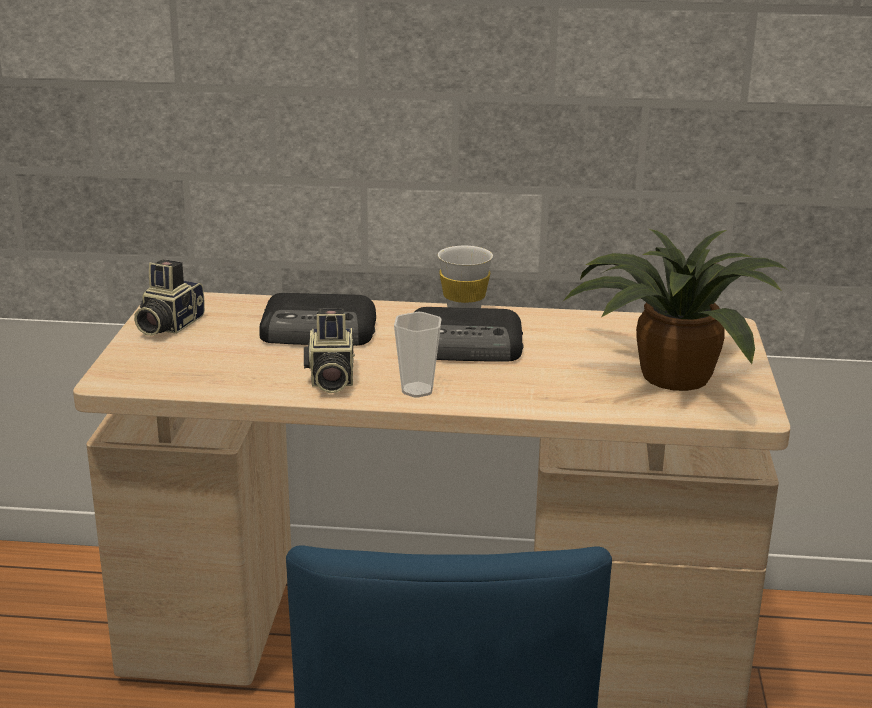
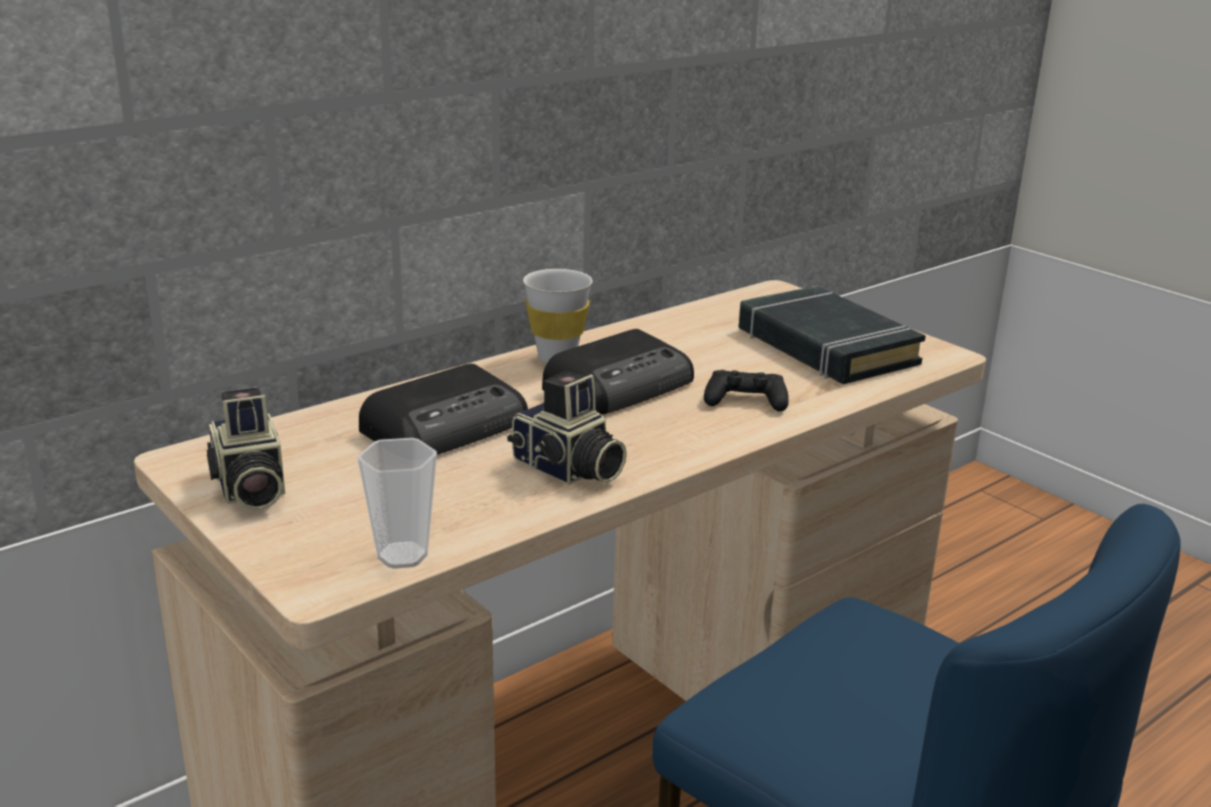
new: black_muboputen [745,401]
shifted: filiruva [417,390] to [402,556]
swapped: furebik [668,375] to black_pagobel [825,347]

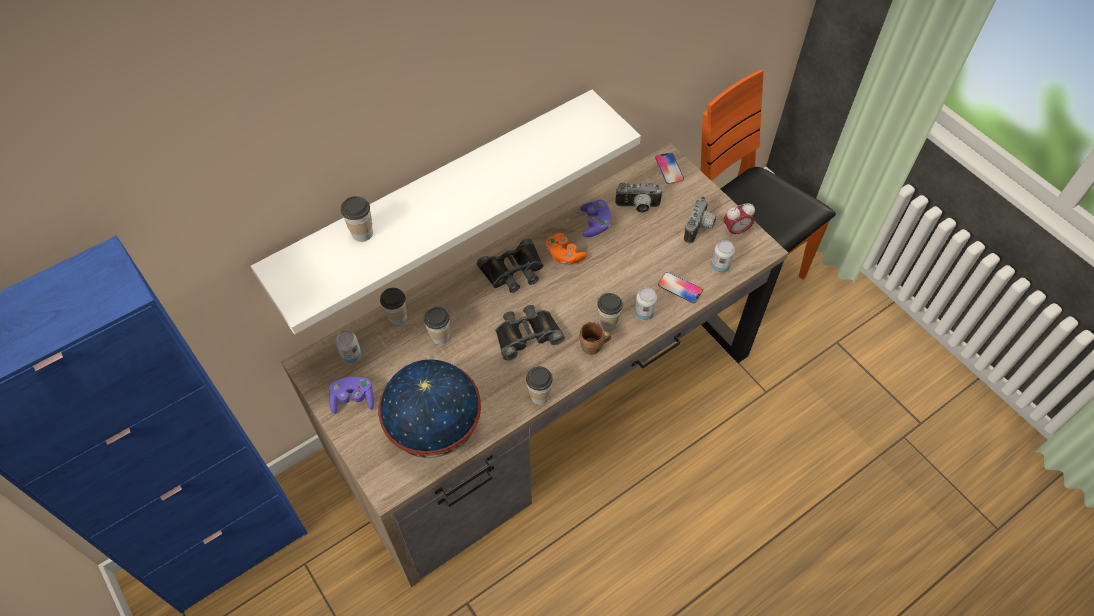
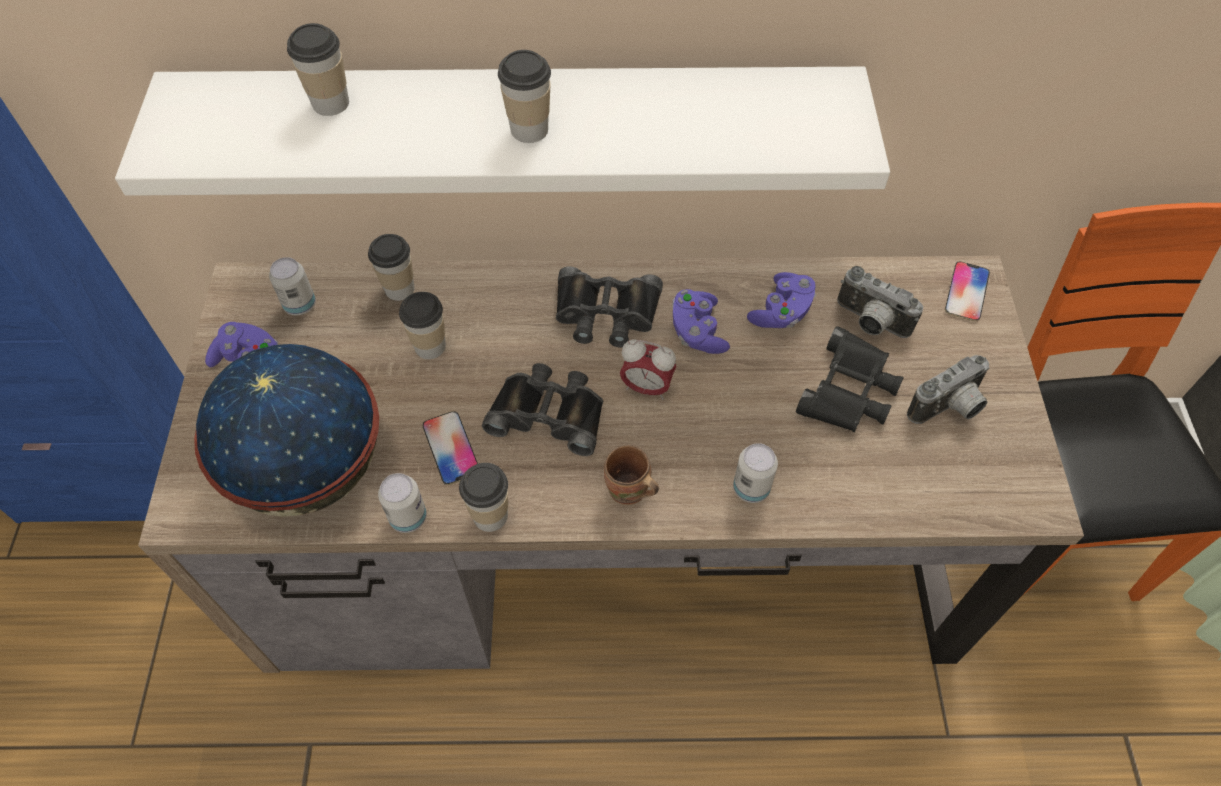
new: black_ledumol [850,390]
shifted: filiruva [608,322] to [529,129]; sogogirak [680,288] to [451,448]; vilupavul [720,266] to [408,517]; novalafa [735,230] to [646,387]
repainted: orange_muboputen [564,255] to purple_muboputen [697,331]

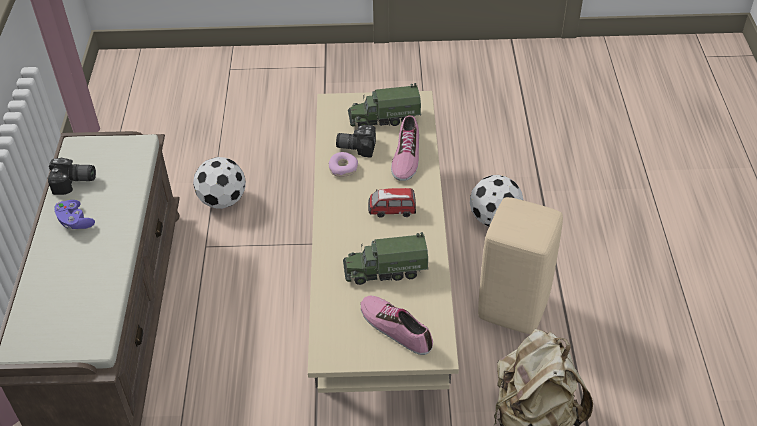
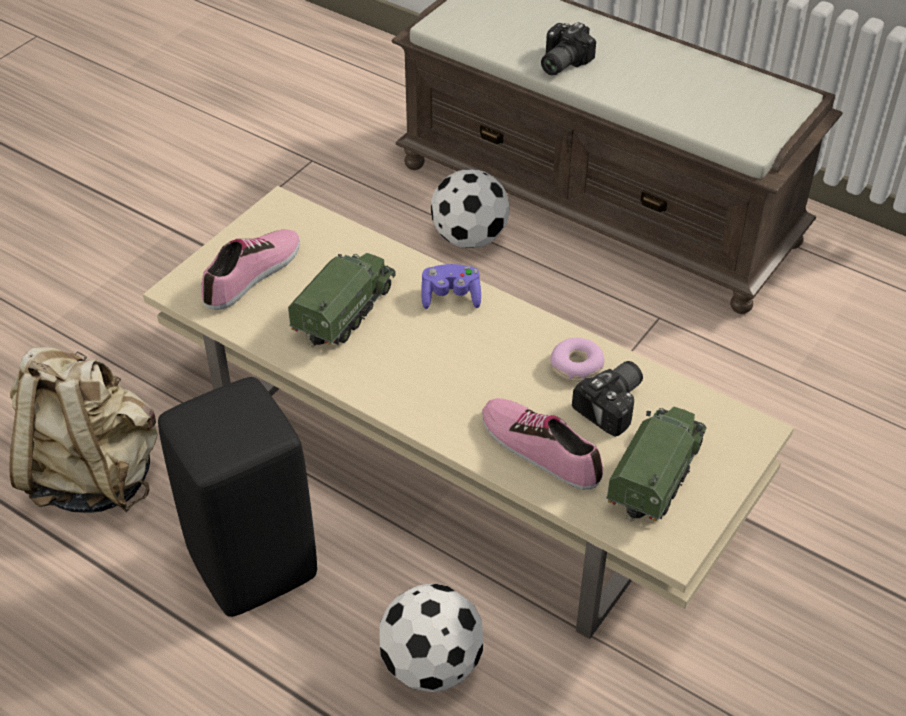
gone: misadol [392,211]
shifted: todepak [74,183] to [560,63]; purple_muboputen [75,221] to [451,297]; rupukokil [223,200] to [469,238]
repainted: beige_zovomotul [515,307] to black_zovomotul [252,568]
rotated: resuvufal [396,328] = [253,274] 45 degrees counterclockwise

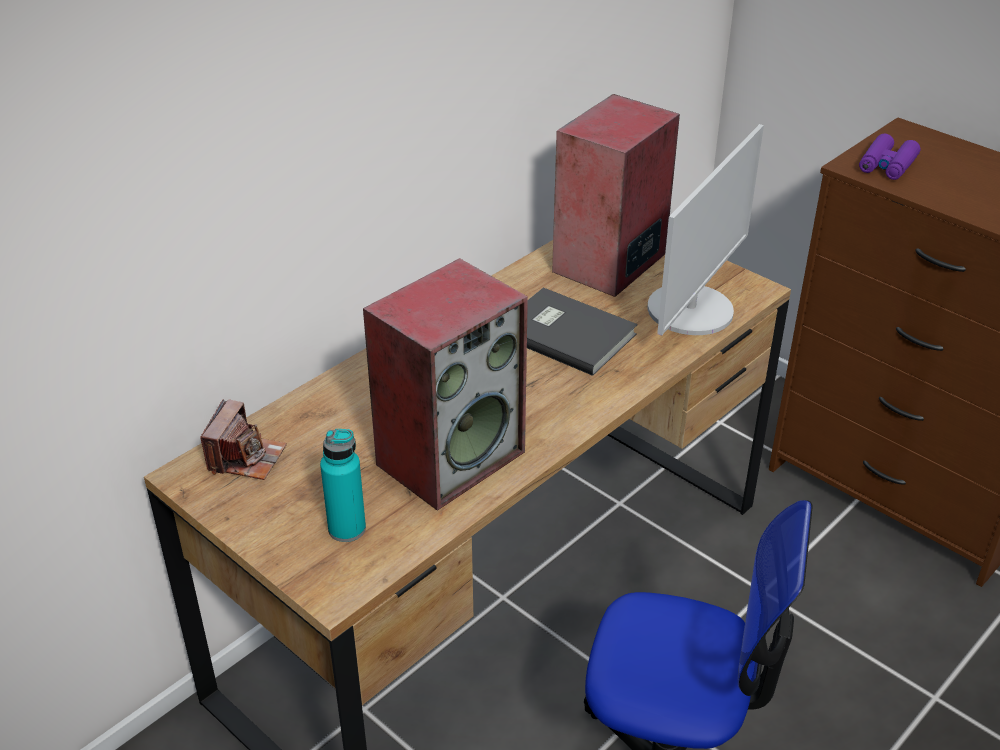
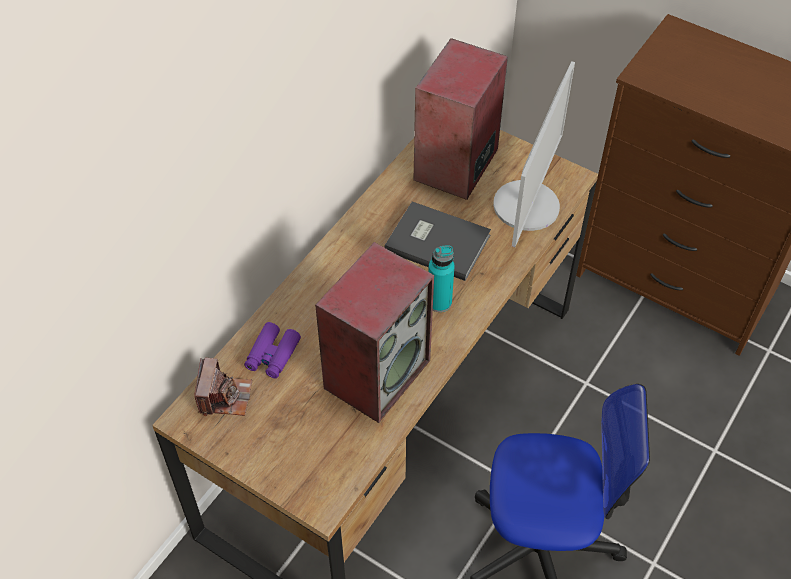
shifted: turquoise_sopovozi [347,529] to [439,302]; purple_ledumol [887,165] to [272,355]

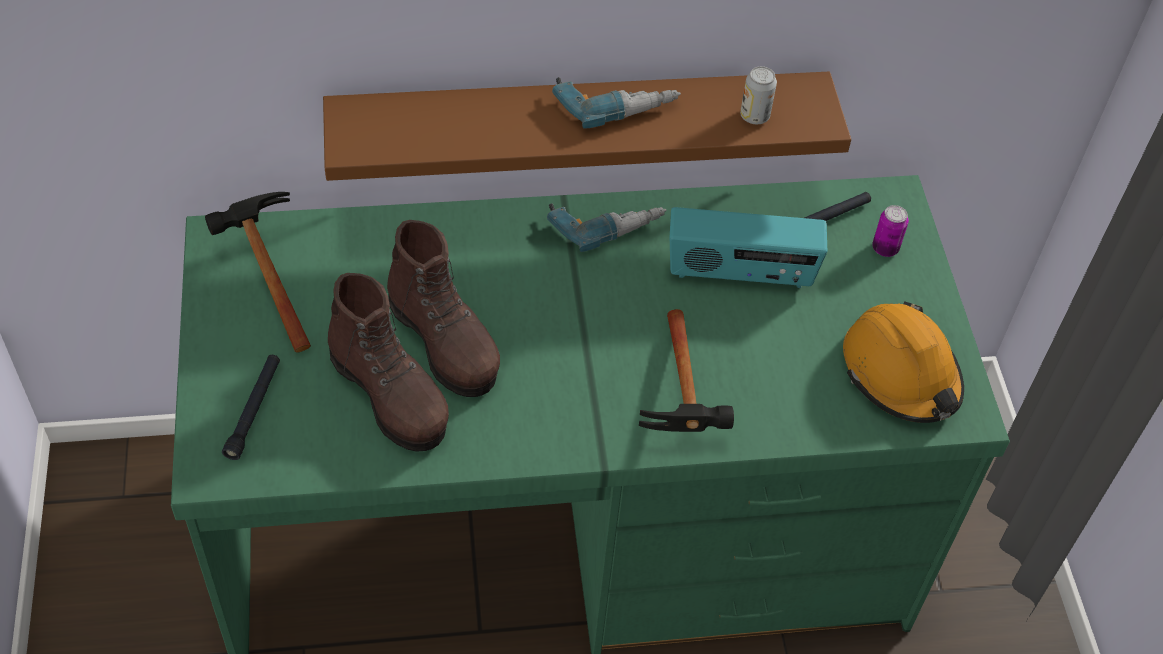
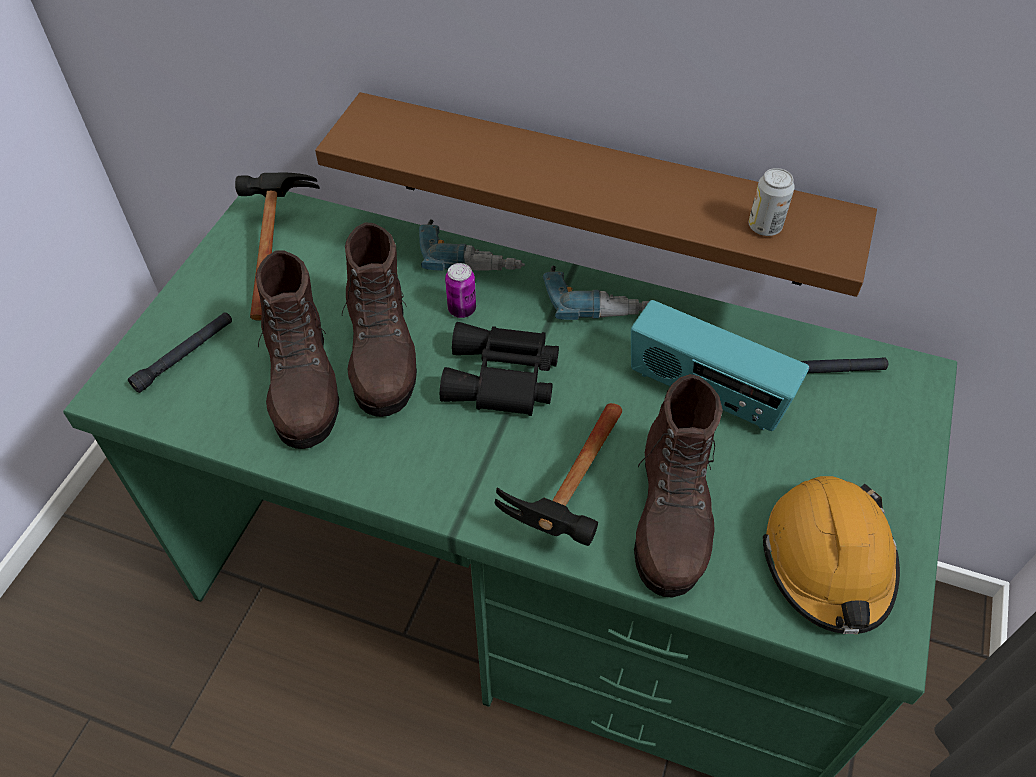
new: black_ledumol [502,380]; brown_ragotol [671,518]
shifted: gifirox [615,102] to [471,255]; vilupavul [885,248] to [462,309]

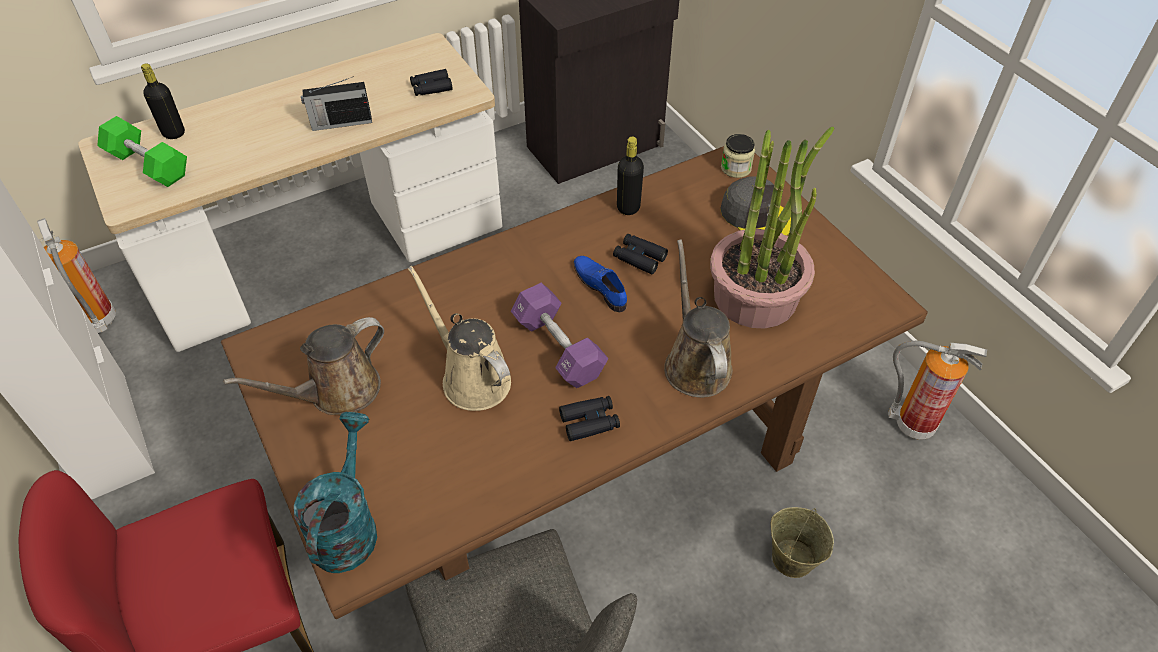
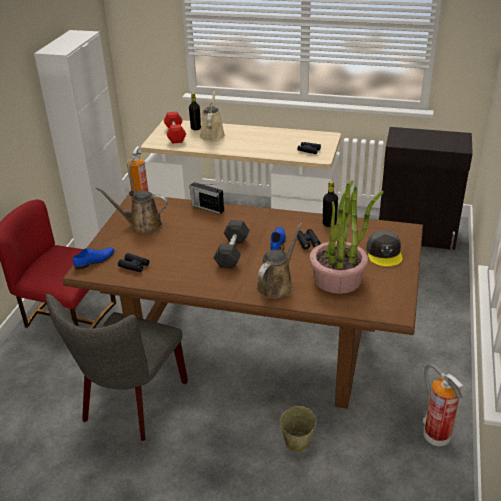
gone: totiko [736,168]
shifted: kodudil [340,123] to [207,207]; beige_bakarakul [471,377] to [212,134]; black_ledumol [589,422] to [134,266]
swapped: turquoise_bakarakul [347,525] to blue_resuvufal [95,260]
repainted: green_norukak [148,165] to red_norukak [175,134]; purple_norukak [558,348] to black_norukak [232,252]

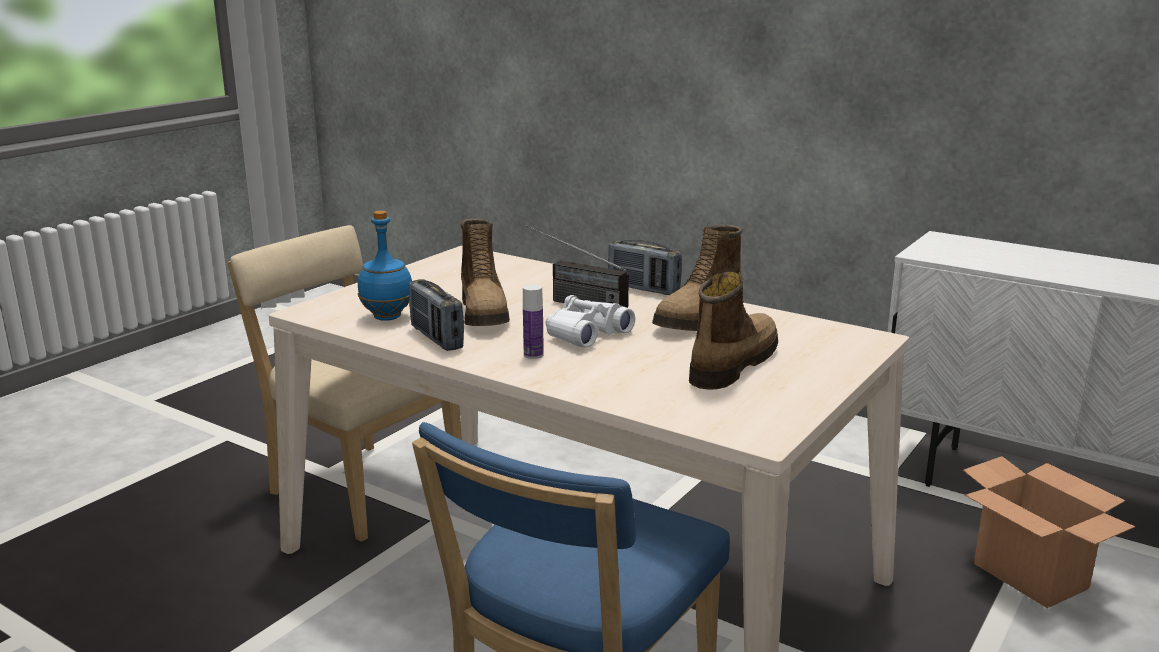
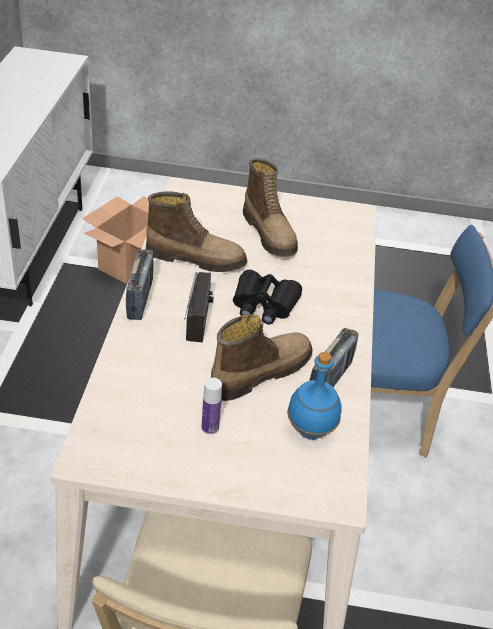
shifted: sopovozi [533,355] to [210,428]
repainted: white_ledumol [586,334] to black_ledumol [264,305]
rotated: ragotol [731,365] = [270,234] 120 degrees counterclockwise

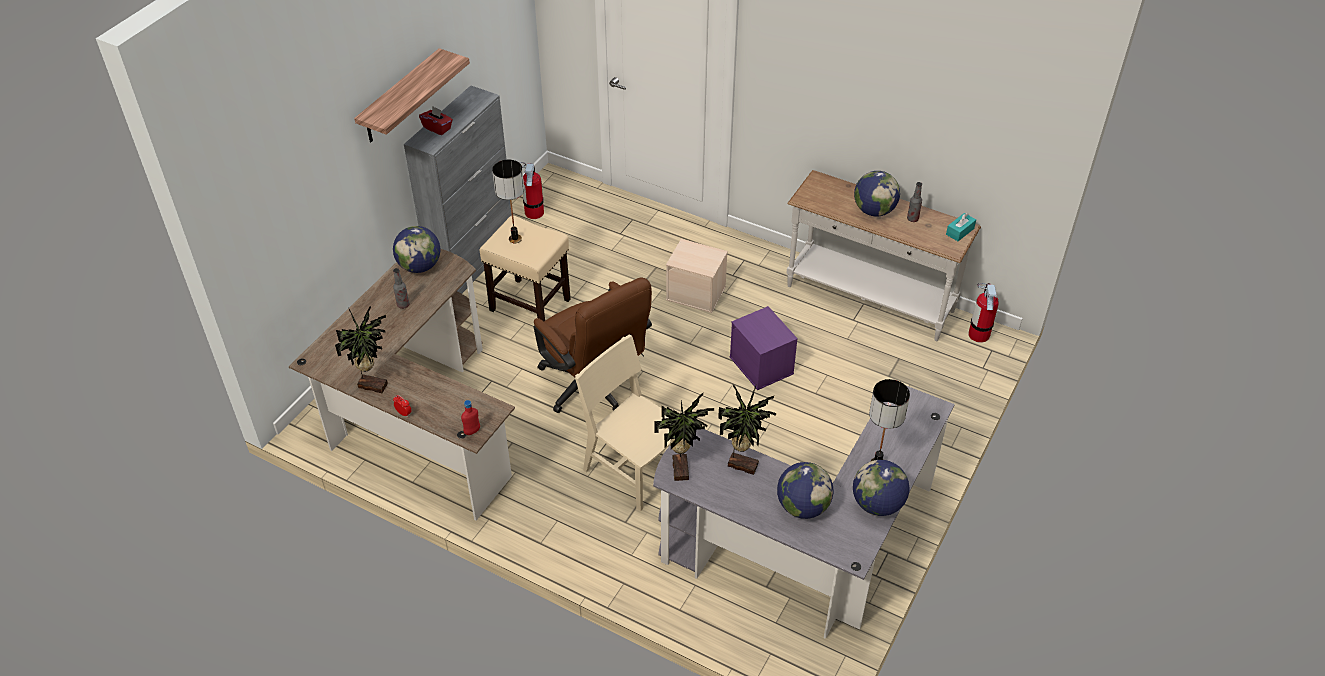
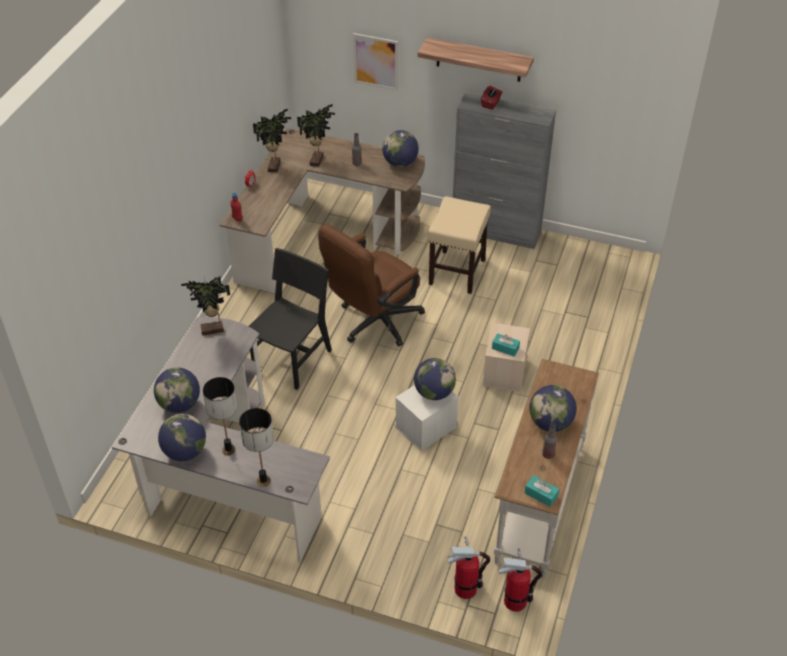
new: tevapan [375,61]; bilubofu [434,392]; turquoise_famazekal [505,348]
shifted: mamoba [515,239] to [264,481]; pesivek [534,212] to [465,588]; furebik [742,464] to [318,160]
repainted: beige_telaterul [634,470] to black_telaterul [292,359]; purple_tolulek [762,365] to white_tolulek [425,428]

